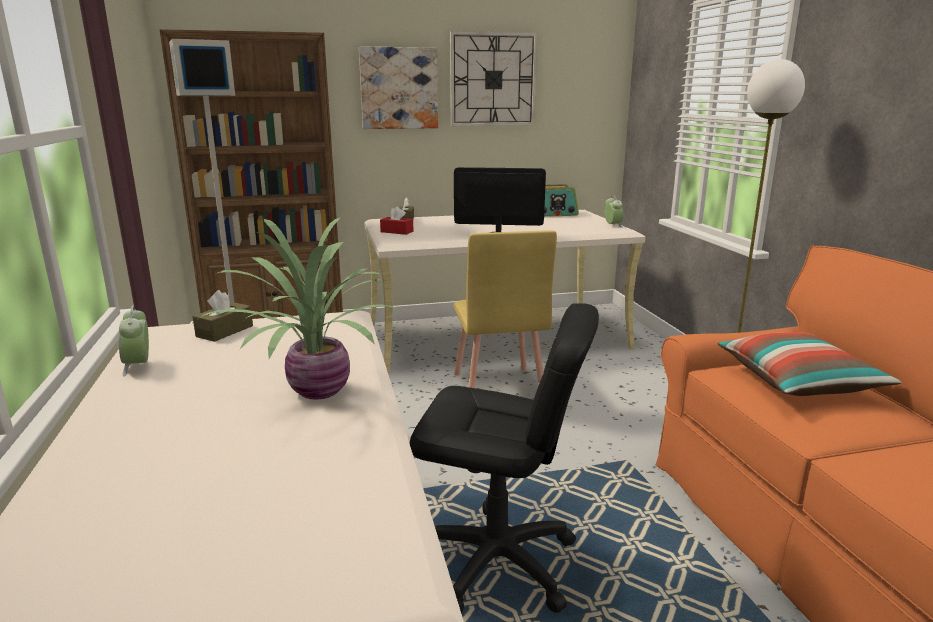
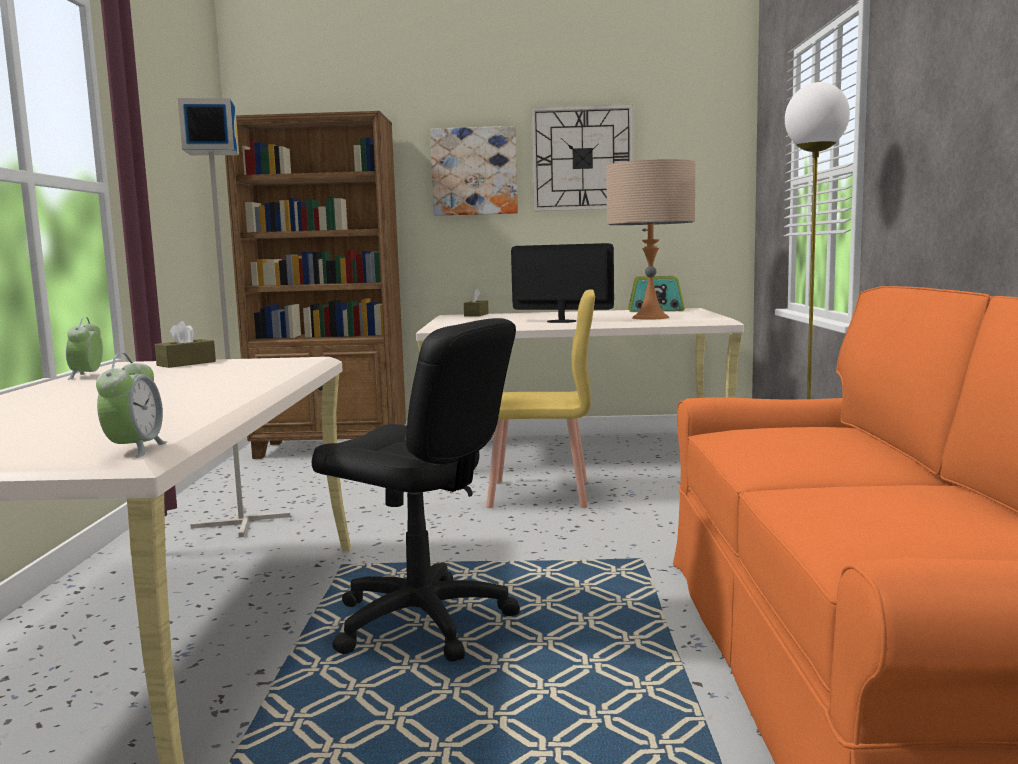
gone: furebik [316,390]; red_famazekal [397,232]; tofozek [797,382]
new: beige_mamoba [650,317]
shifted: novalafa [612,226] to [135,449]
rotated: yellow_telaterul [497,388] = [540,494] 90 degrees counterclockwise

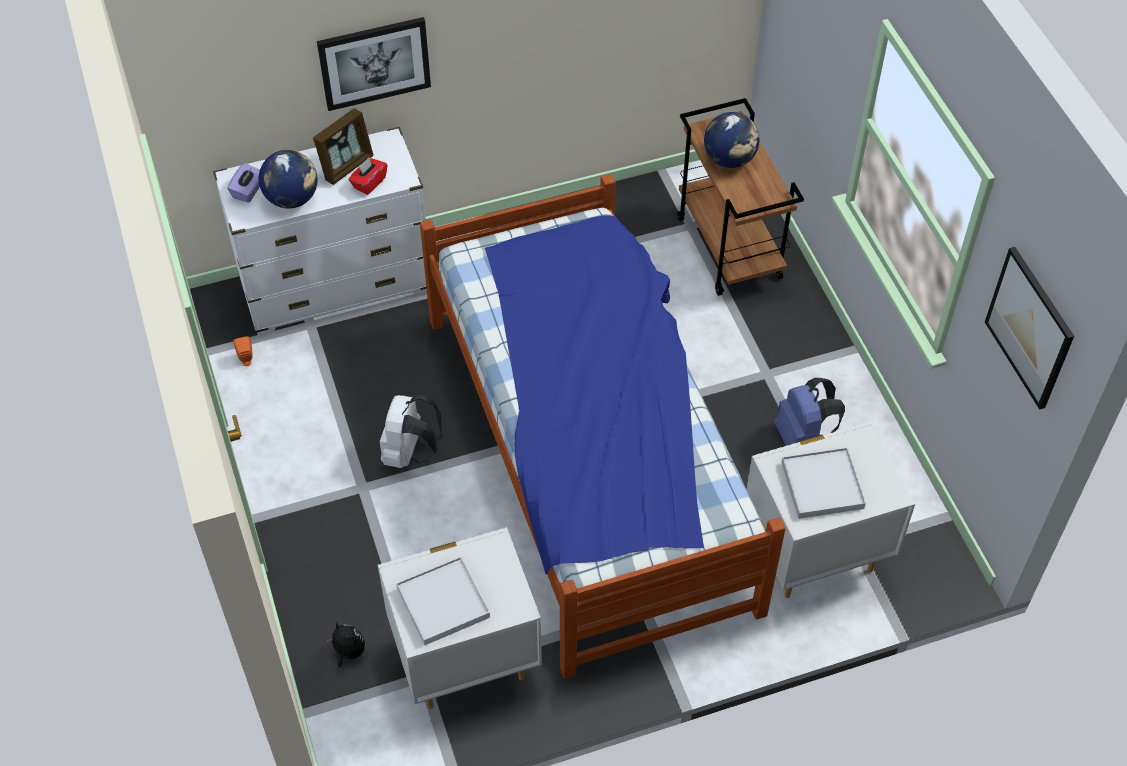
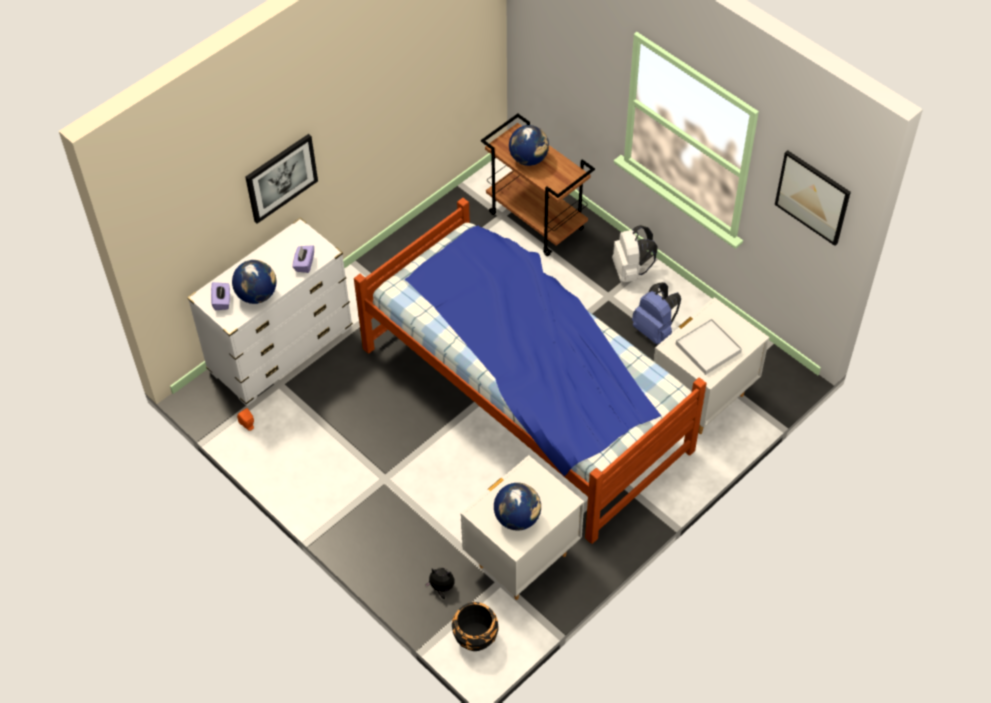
gone: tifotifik [347,166]
new: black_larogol [475,637]
shifted: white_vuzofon [410,452] to [630,271]
swapped: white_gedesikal [443,602] to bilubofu [517,518]
repainted: red_famazekal [369,183] to purple_famazekal [304,264]

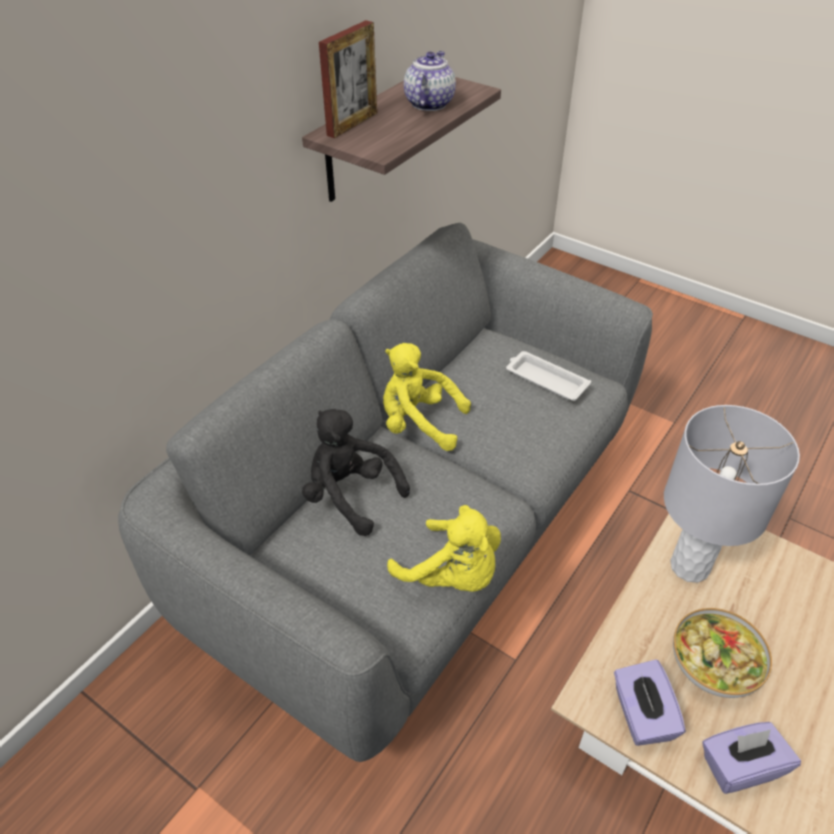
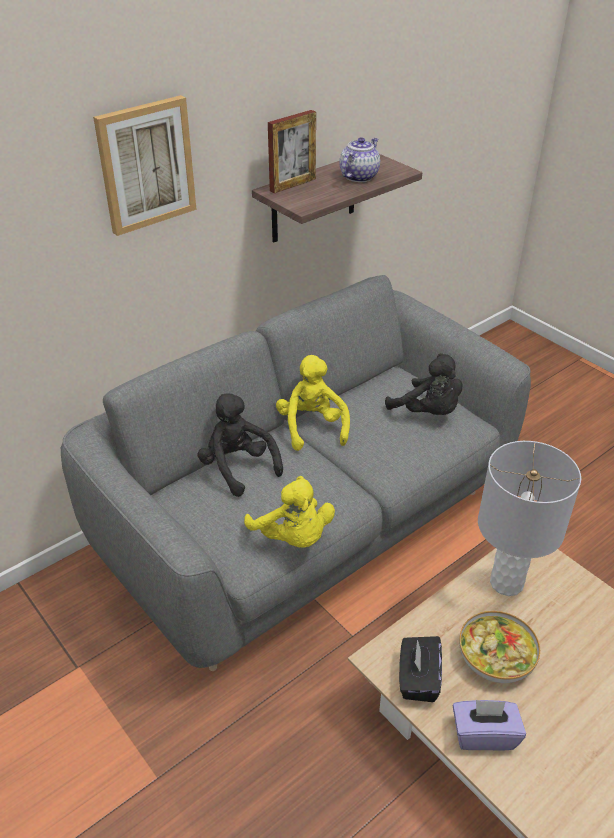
new: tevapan [146,165]
swapped: white_gedesikal [545,380] to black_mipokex [428,412]
repainted: purple_famazekal [641,715] to black_famazekal [418,679]
rotated: yellow_mipokex [419,423] = [312,427] 45 degrees clockwise

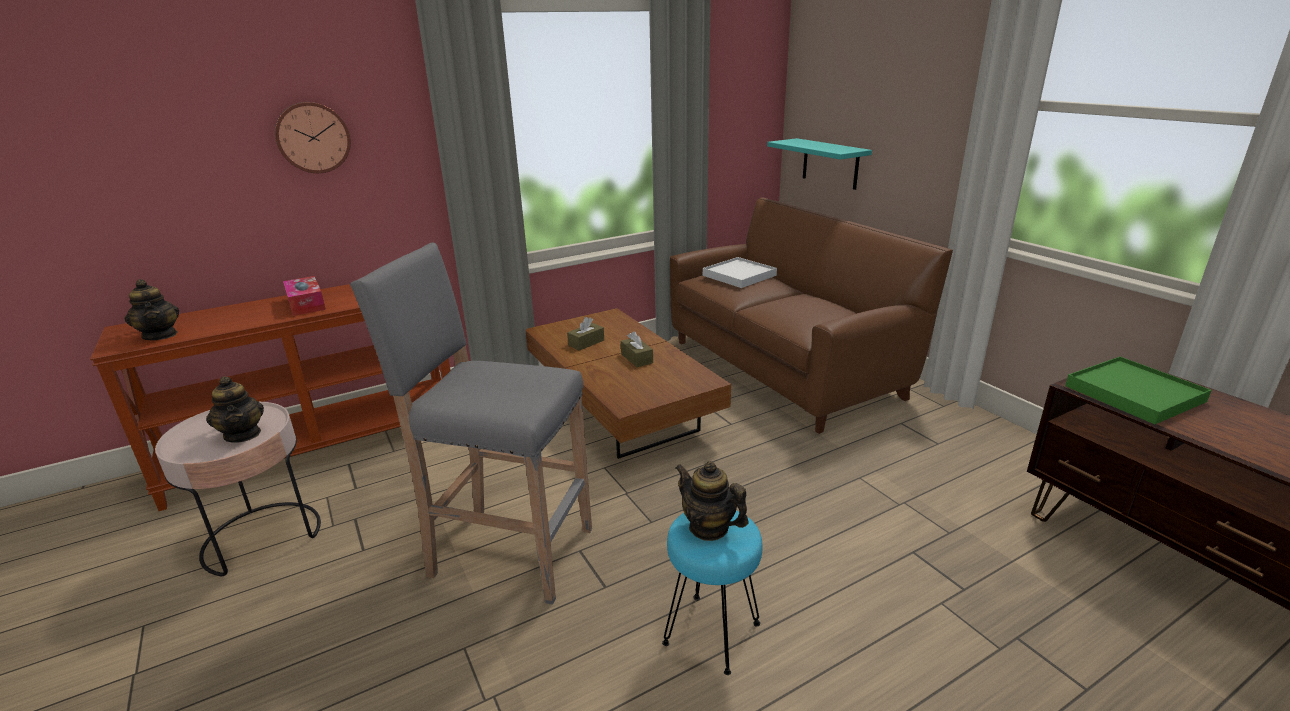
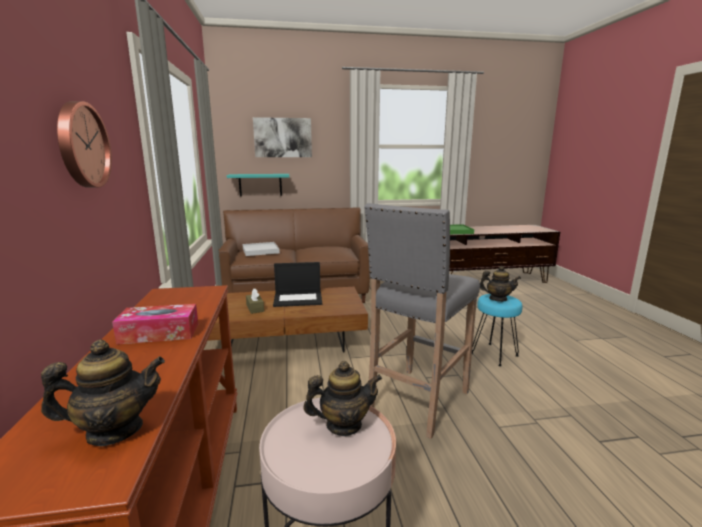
new: tevapan [283,137]
swapped: brown_famazekal [637,358] to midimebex [298,299]
rotated: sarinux [709,528] = [497,299] 135 degrees counterclockwise

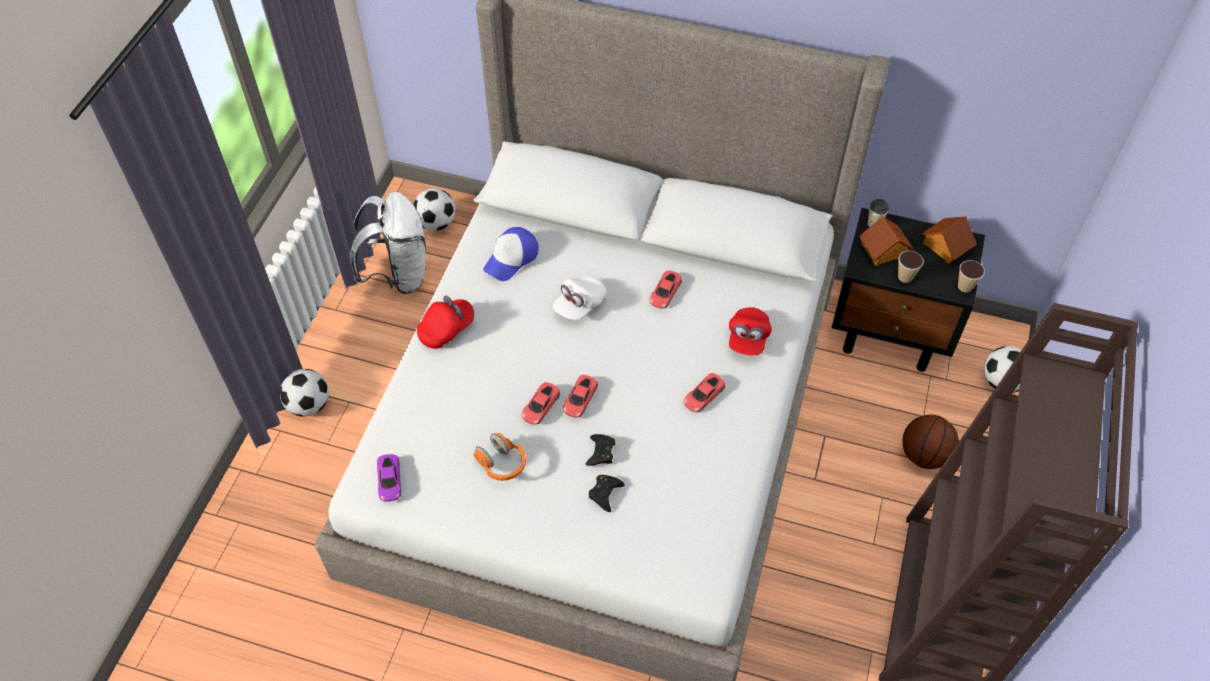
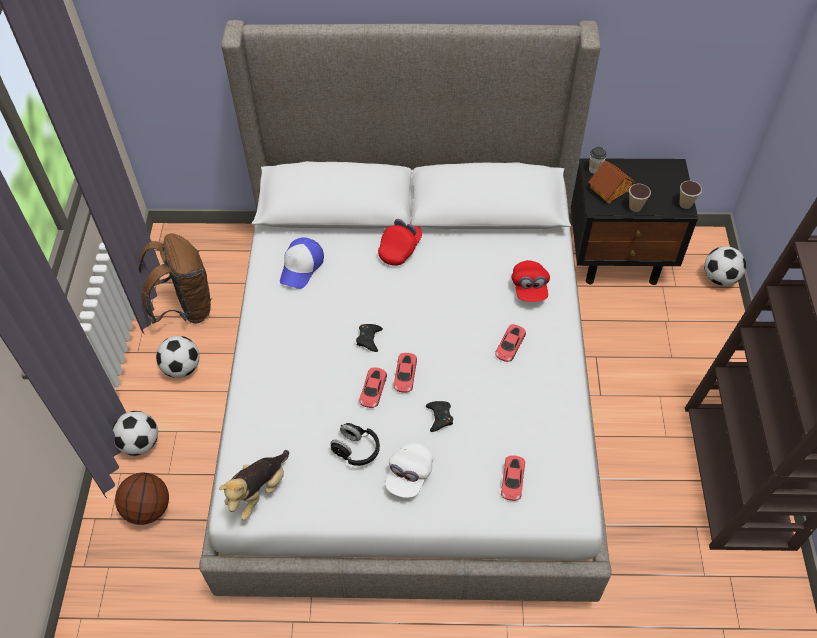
gone: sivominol [945,246]
shifted: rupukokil [436,223] to [182,368]; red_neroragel [446,329] to [400,248]; white_neroragel [580,305] to [409,475]; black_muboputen [605,493] to [369,339]; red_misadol [665,292] to [512,480]; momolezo [924,455] to [148,509]
swapped: purple_misadol [389,480] to mipokex [259,491]
repainted: white_vuzofon [398,275] to brown_vuzofon [185,308]; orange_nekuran [501,464] to black_nekuran [356,450]

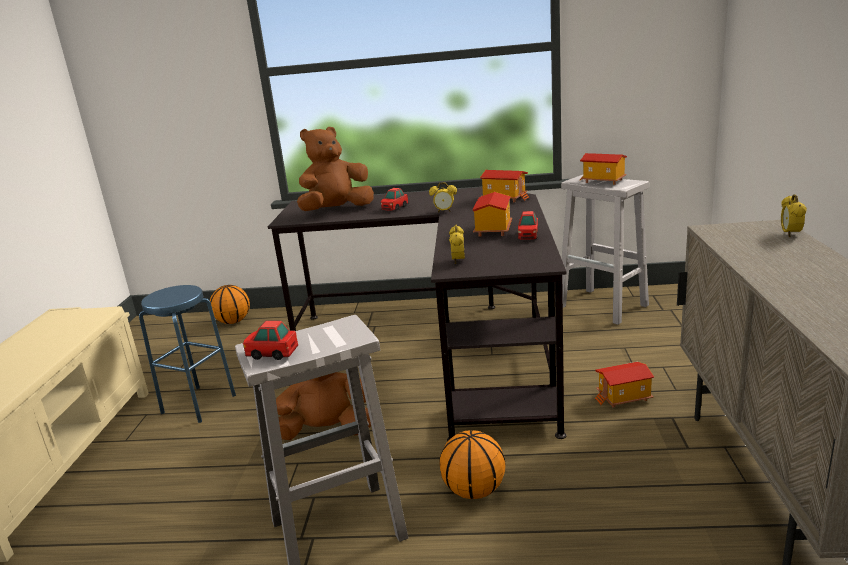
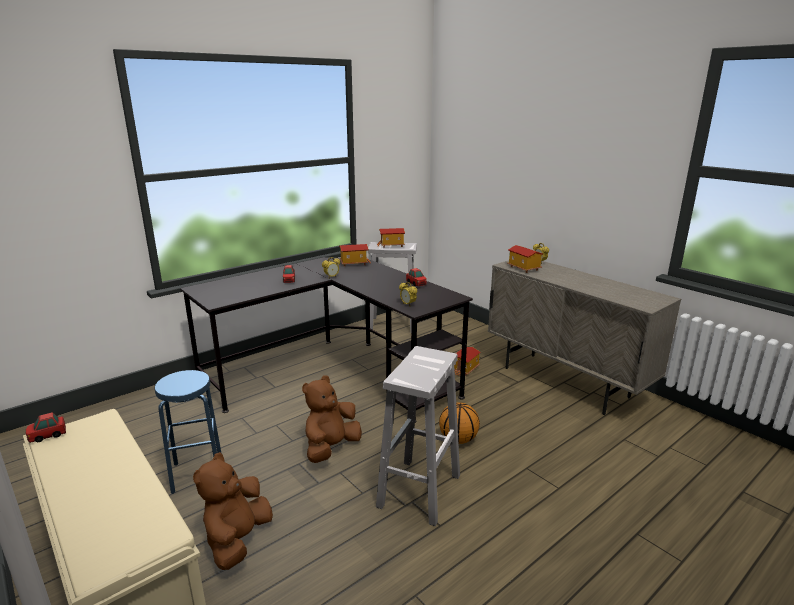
gone: momolezo [233,321]
shifted: misadol [271,353] to [47,435]; brown_mipokex [336,210] to [238,540]; sivominol [492,230] to [523,268]

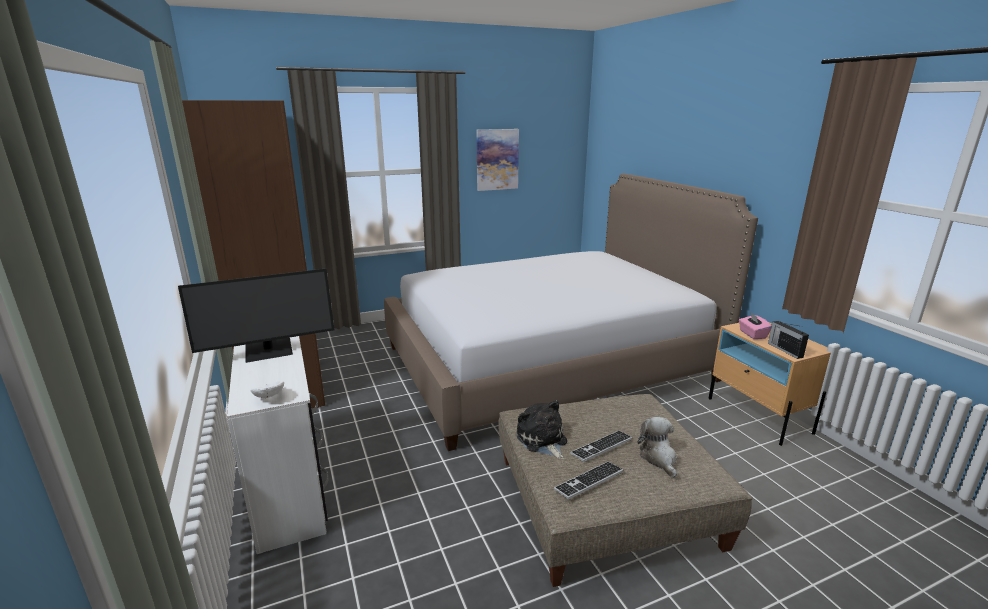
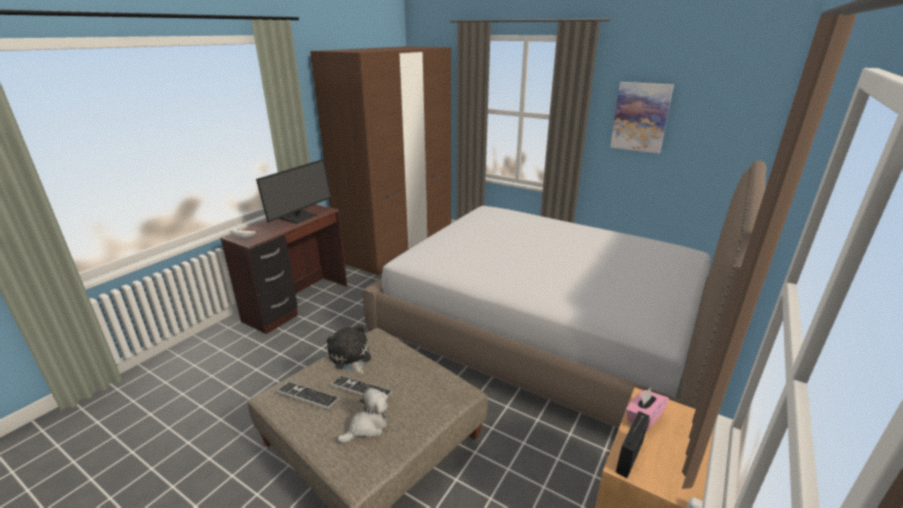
repainted: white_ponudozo [291,484] to brown_ponudozo [298,303]
rotated: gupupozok [268,350] = [298,217] 90 degrees counterclockwise; mipokex [542,440] = [350,358] 60 degrees counterclockwise

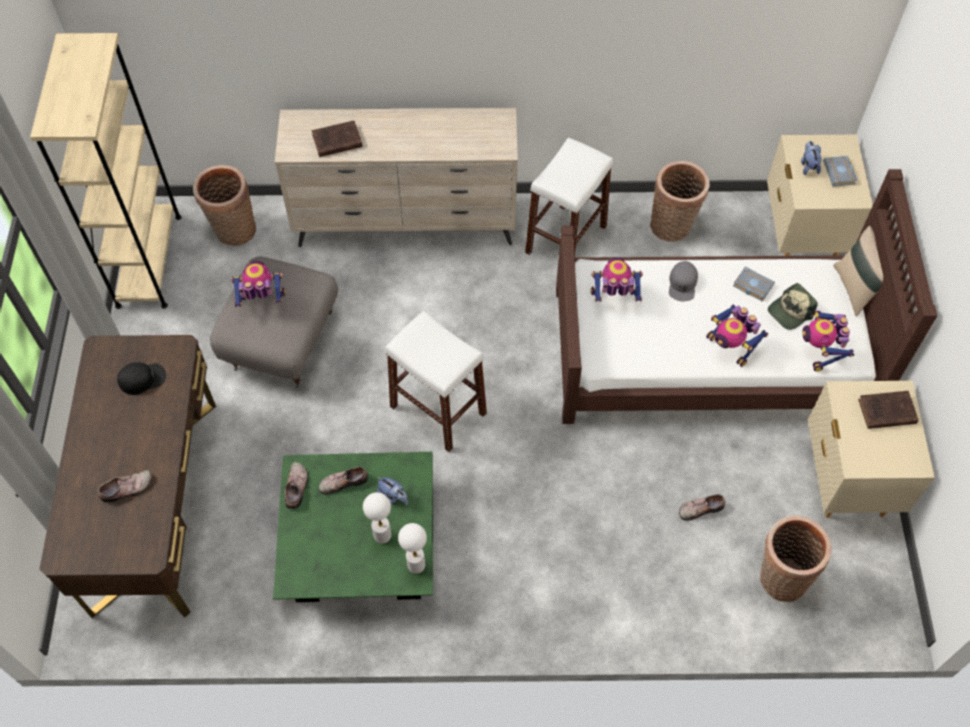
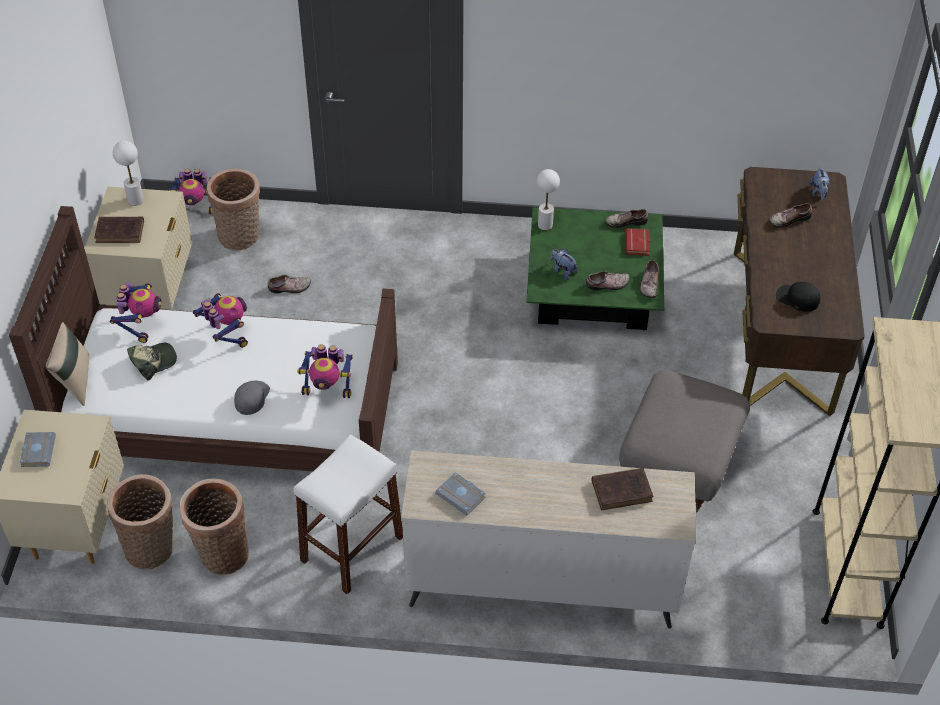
gone: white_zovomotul [438,410]
new: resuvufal [625,221]; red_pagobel [638,244]
shifted: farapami [233,231] to [152,548]; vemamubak [262,301] to [196,209]; white_mamoba [382,535] to [135,200]; grey_pagobel [751,286] to [462,496]; mipokex [808,166] to [818,193]
rotated: black_neroragel [142,379] = [797,298] 45 degrees clockwise

